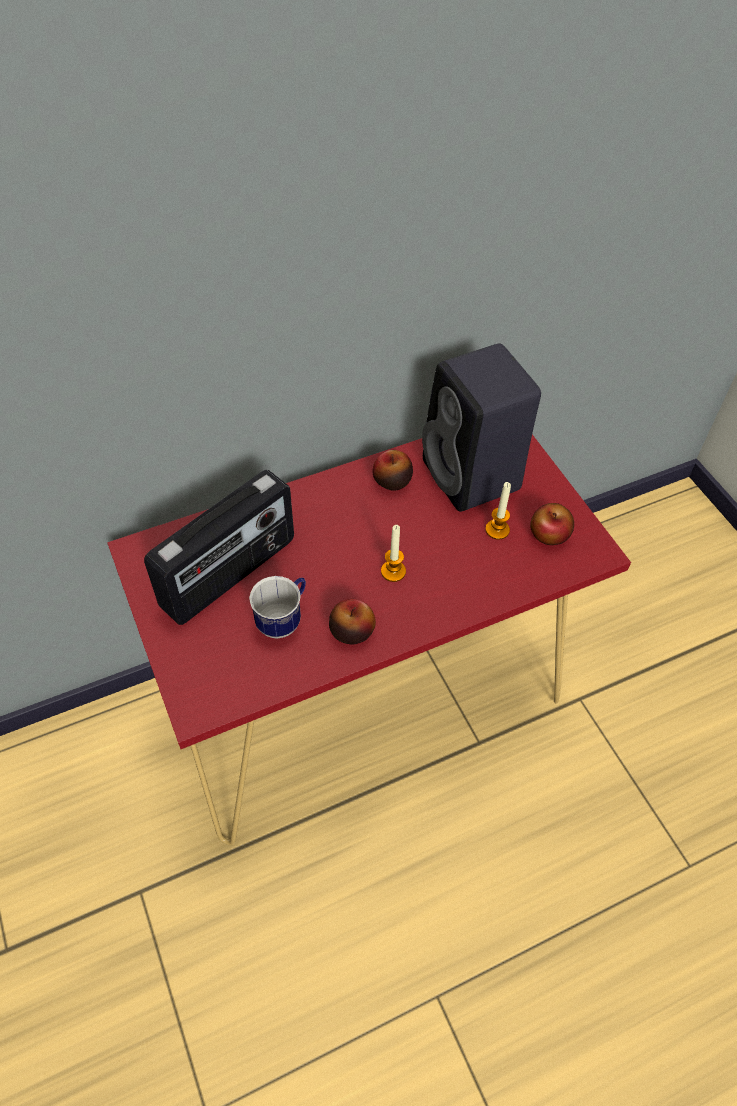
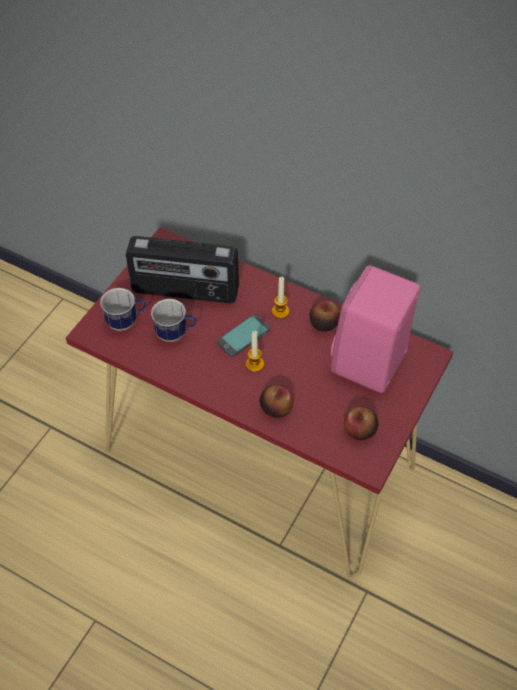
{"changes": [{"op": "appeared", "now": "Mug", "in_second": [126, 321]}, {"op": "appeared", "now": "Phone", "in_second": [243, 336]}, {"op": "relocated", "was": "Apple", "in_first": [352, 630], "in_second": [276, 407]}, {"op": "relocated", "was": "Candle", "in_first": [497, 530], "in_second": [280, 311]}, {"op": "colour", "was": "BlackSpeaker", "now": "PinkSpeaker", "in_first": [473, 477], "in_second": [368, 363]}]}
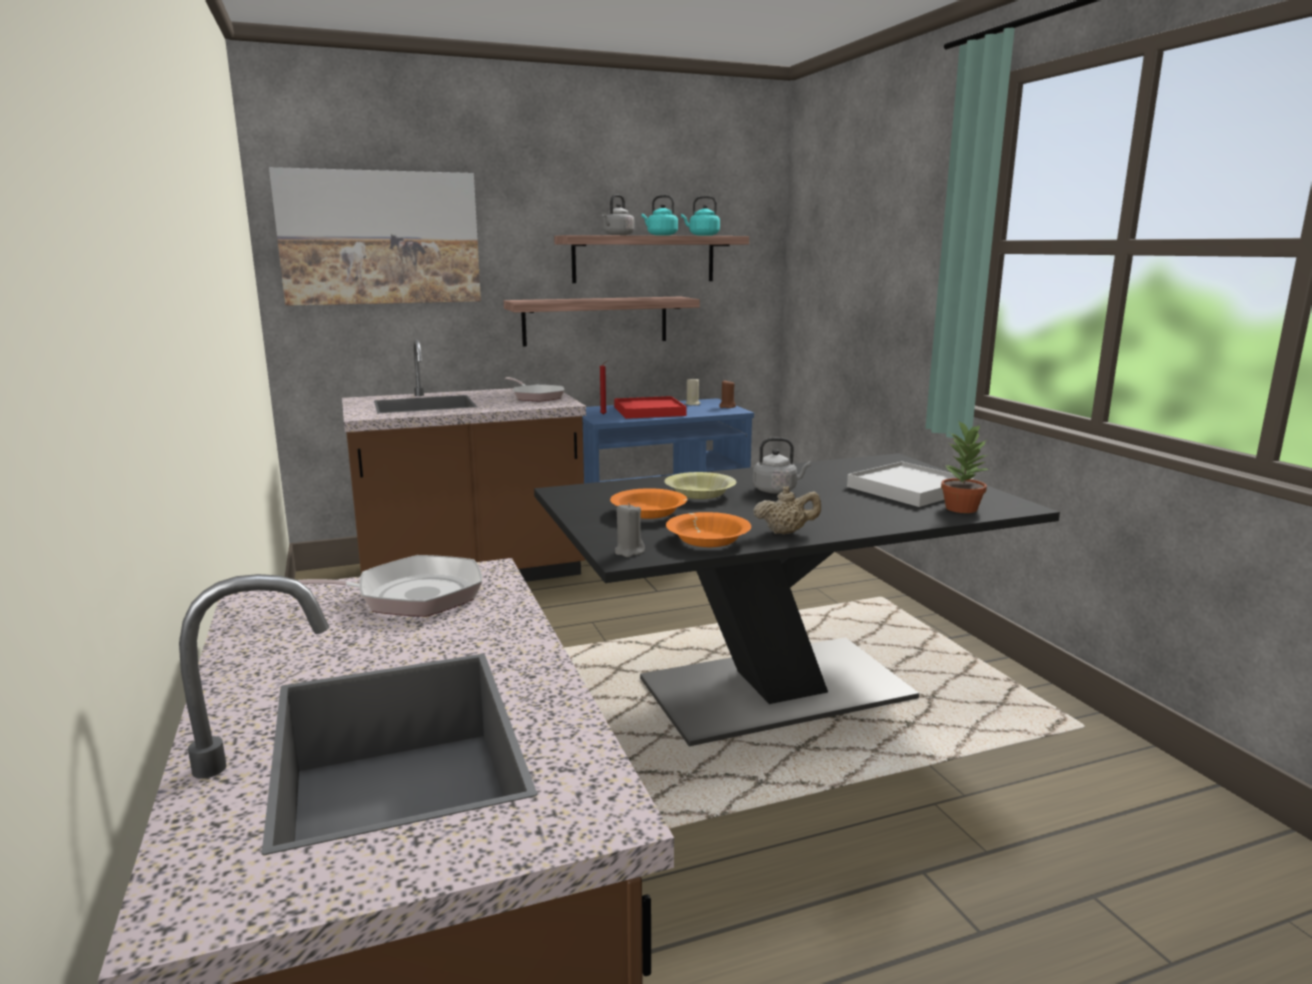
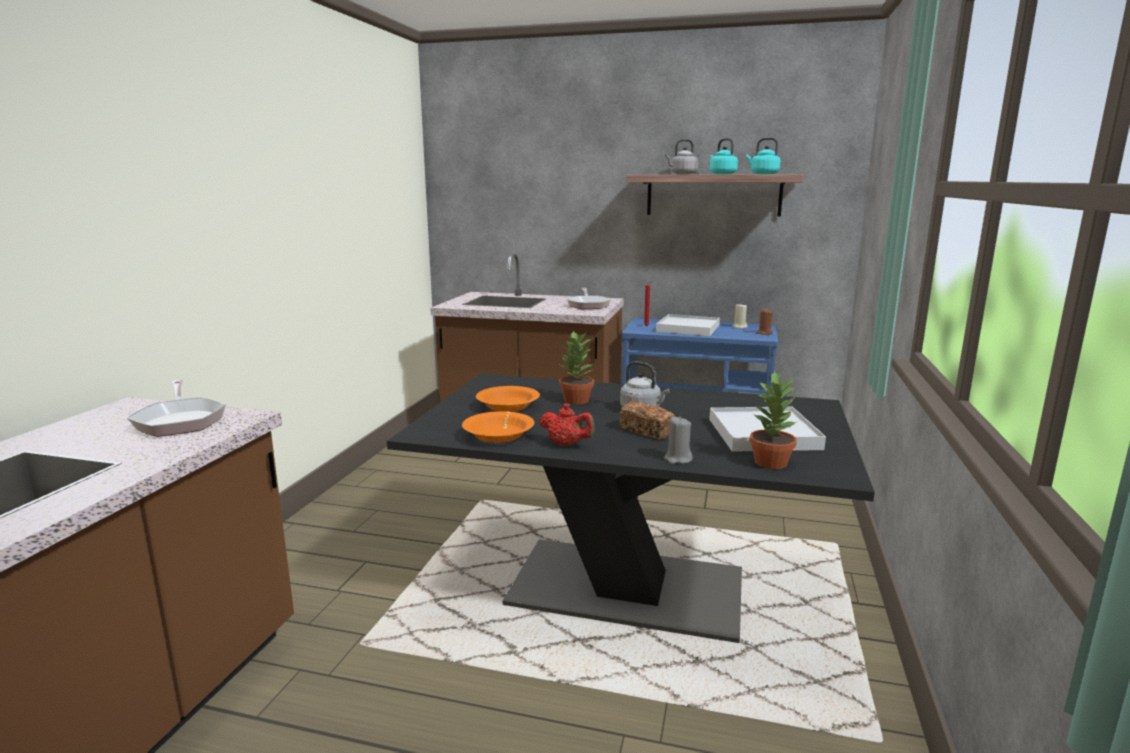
{"changes": [{"op": "missing", "was": "Picture", "in_first": [380, 238]}, {"op": "missing", "was": "Shelf", "in_first": [595, 321]}, {"op": "appeared", "now": "Bread", "in_second": [647, 431]}, {"op": "relocated", "was": "GreyCandle", "in_first": [629, 552], "in_second": [677, 459]}, {"op": "exchanged", "was": "YellowBowl", "now": "PottedPlant", "in_first": [700, 494], "in_second": [576, 400]}, {"op": "colour", "was": "RedTray", "now": "WhiteTray", "in_first": [649, 411], "in_second": [688, 328]}, {"op": "colour", "was": "BeigeTeapot", "now": "RedTeapot", "in_first": [786, 532], "in_second": [567, 444]}, {"op": "spun", "was": "FryingPan", "in_first": [409, 596], "in_second": [180, 421], "clockwise": 45}]}
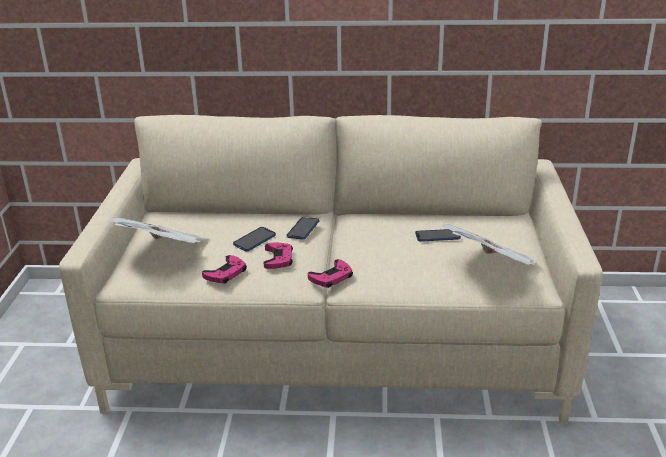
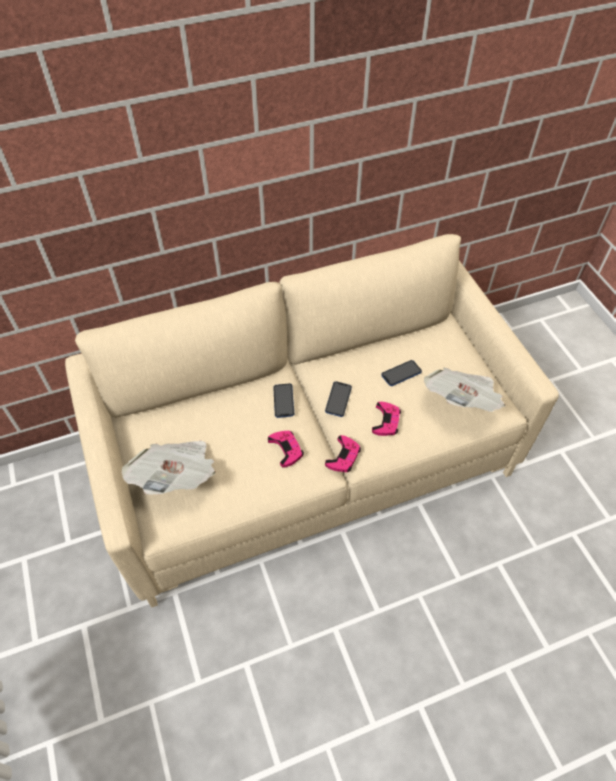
{"changes": [{"op": "relocated", "was": "PinkGameController", "in_first": [226, 273], "in_second": [386, 421]}, {"op": "relocated", "was": "Phone", "in_first": [254, 240], "in_second": [338, 399]}]}
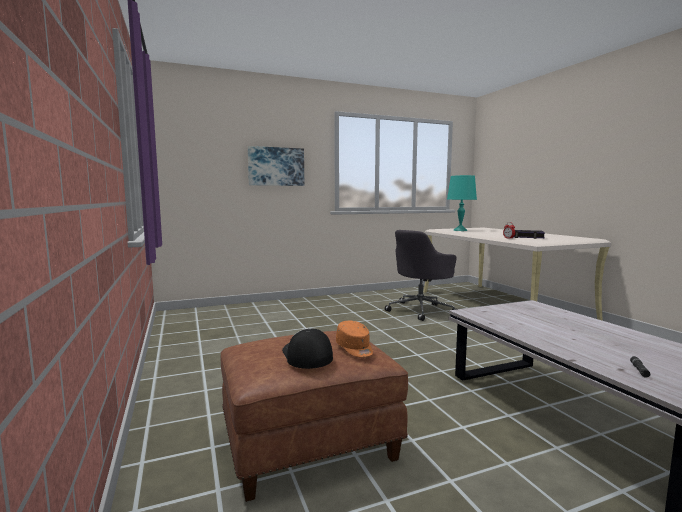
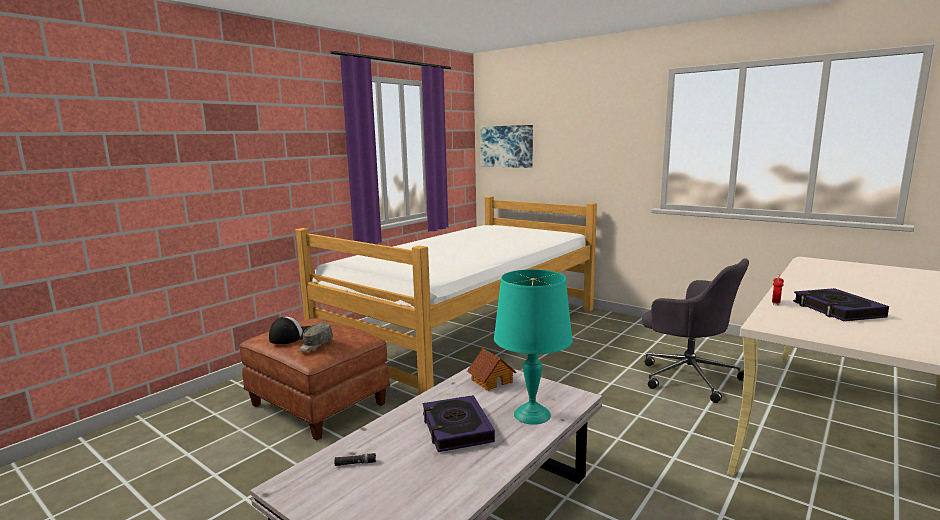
{"changes": [{"op": "appeared", "now": "Bed", "in_second": [468, 332]}, {"op": "appeared", "now": "Book", "in_second": [456, 428]}, {"op": "appeared", "now": "ToyHouse", "in_second": [491, 381]}, {"op": "relocated", "was": "Picture", "in_first": [276, 166], "in_second": [507, 146]}, {"op": "relocated", "was": "TurquoiseTableLamp", "in_first": [460, 230], "in_second": [532, 415]}, {"op": "colour", "was": "OrangeCap", "now": "GreyCap", "in_first": [355, 348], "in_second": [315, 344]}, {"op": "spun", "was": "GreyOfficeChair", "in_first": [421, 310], "in_second": [687, 376], "clockwise": -150}]}
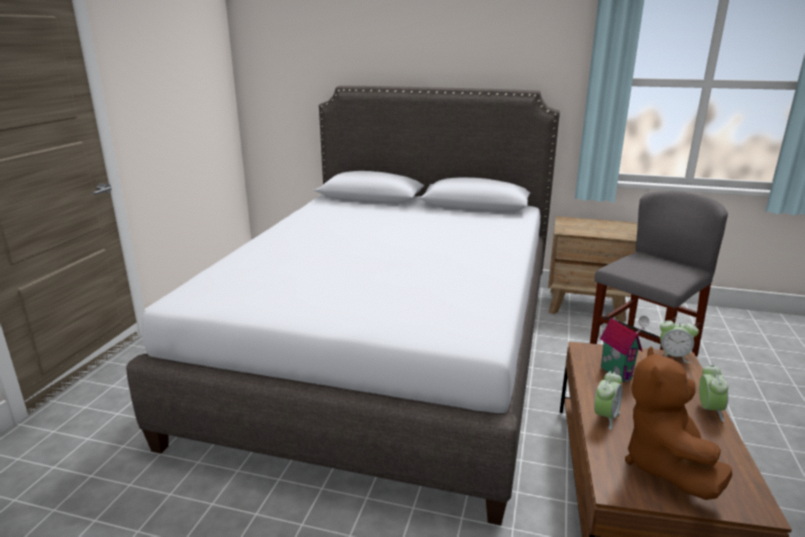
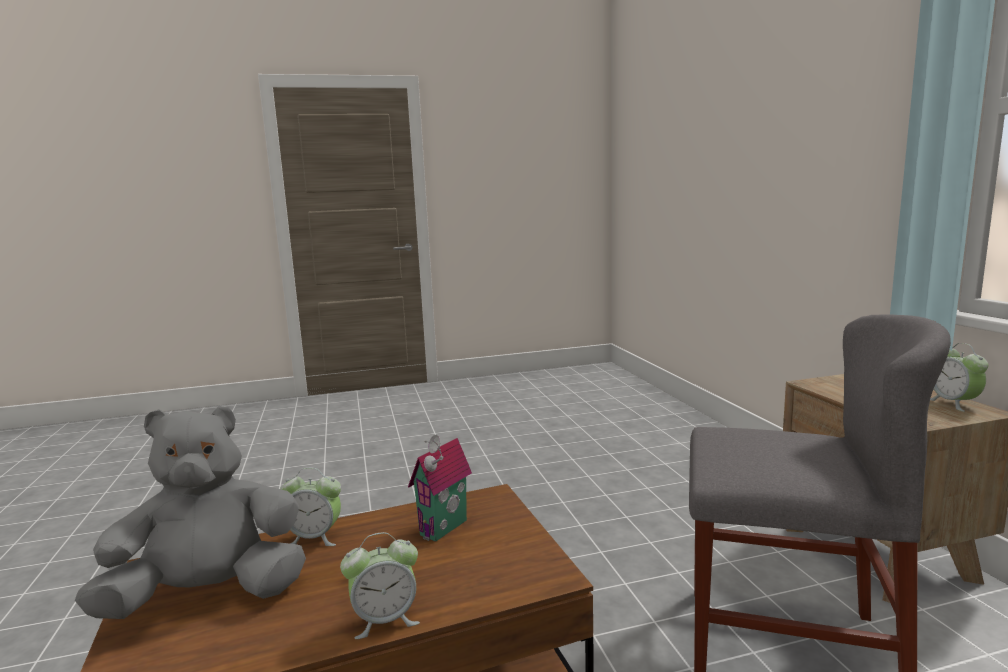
{"changes": [{"op": "missing", "was": "GreyBed", "in_first": [388, 351]}, {"op": "relocated", "was": "AlarmClock", "in_first": [673, 356], "in_second": [954, 403]}, {"op": "colour", "was": "BrownPlushToy", "now": "GreyPlushToy", "in_first": [664, 465], "in_second": [210, 595]}]}
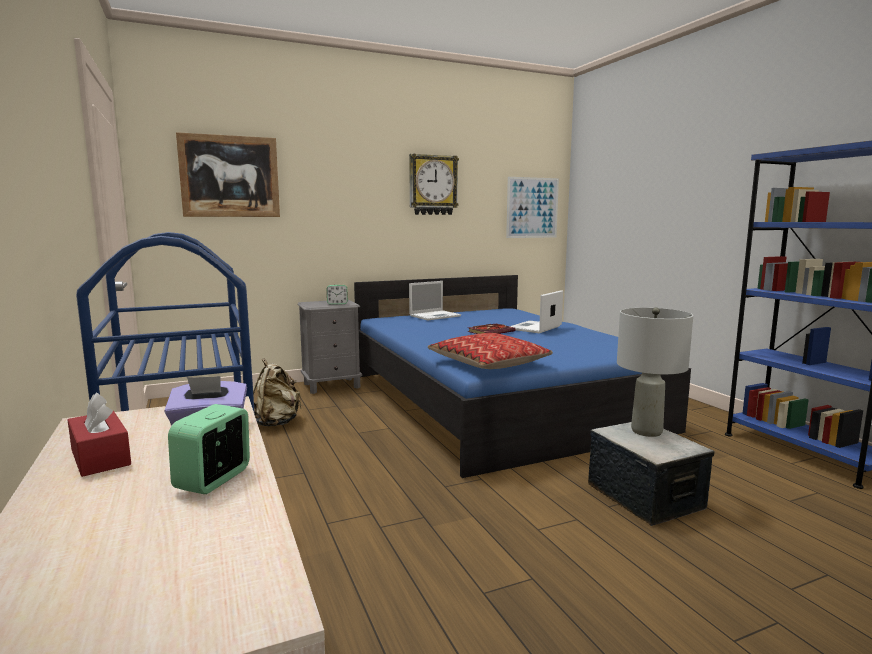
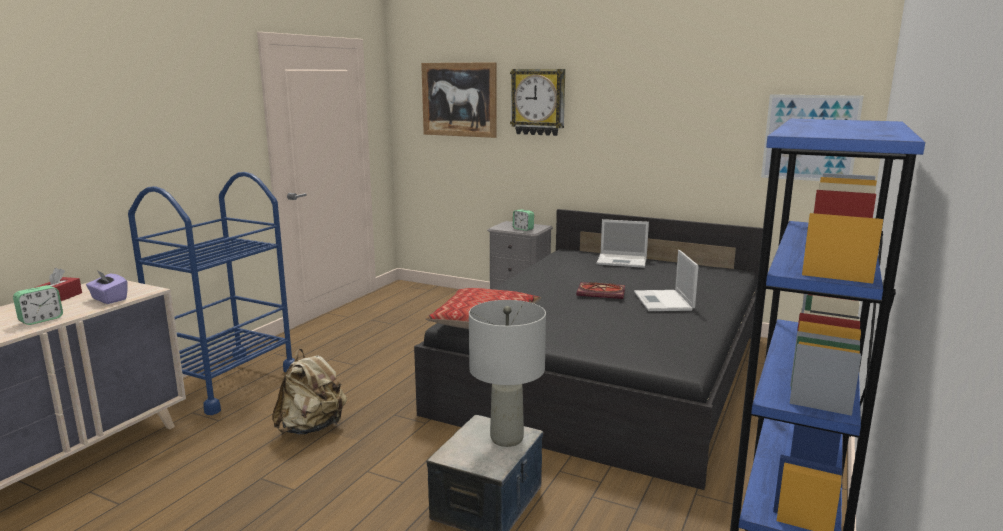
{"changes": [{"op": "relocated", "was": "BeigeBackpack", "in_first": [277, 423], "in_second": [312, 427]}, {"op": "relocated", "was": "WallClock", "in_first": [432, 185], "in_second": [538, 102]}, {"op": "colour", "was": "BlueBed", "now": "BlackBed", "in_first": [495, 400], "in_second": [608, 372]}, {"op": "spun", "was": "AlarmClock", "in_first": [214, 479], "in_second": [41, 320], "clockwise": 150}, {"op": "spun", "was": "Laptop", "in_first": [534, 328], "in_second": [664, 302], "clockwise": -90}]}
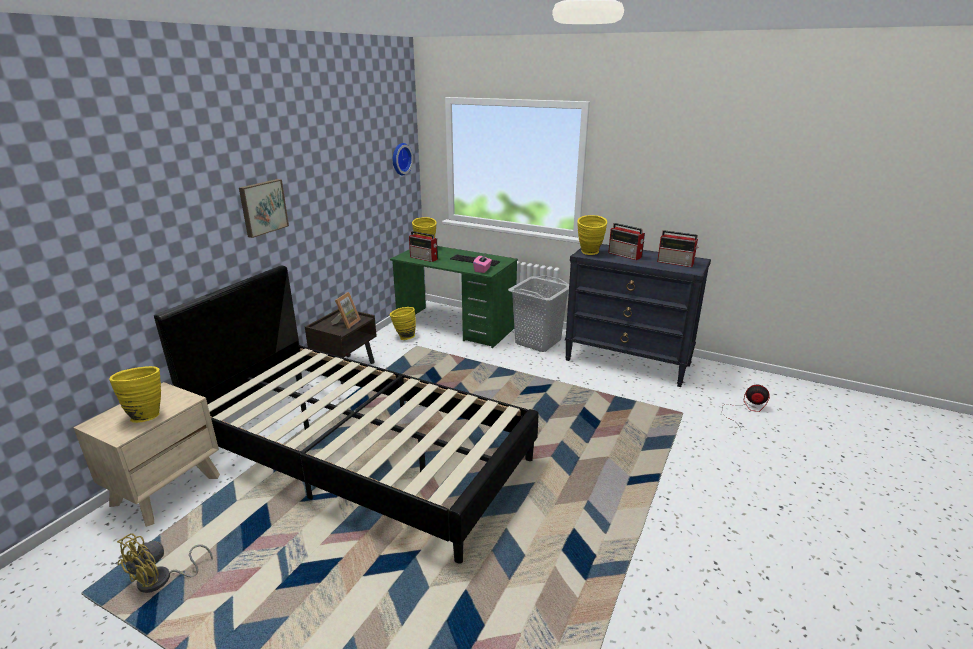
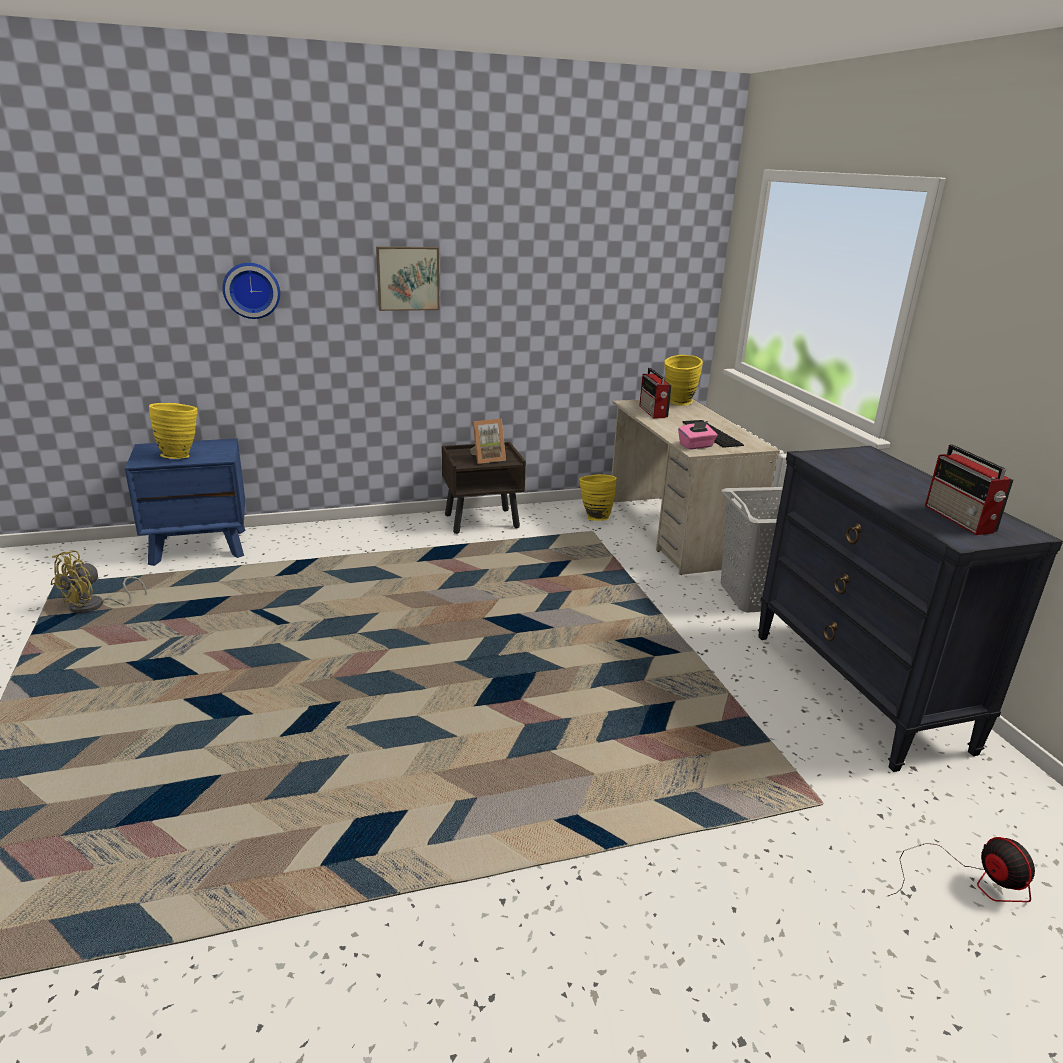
{"changes": [{"op": "missing", "was": "BlackBed", "in_first": [362, 455]}, {"op": "missing", "was": "YellowVase", "in_first": [590, 253]}, {"op": "missing", "was": "Radio", "in_first": [625, 255]}, {"op": "relocated", "was": "WallClock", "in_first": [400, 159], "in_second": [251, 290]}, {"op": "colour", "was": "BeigeNightstand", "now": "BlueNightstand", "in_first": [167, 489], "in_second": [199, 546]}, {"op": "colour", "was": "GreenDesk", "now": "BeigeDesk", "in_first": [456, 327], "in_second": [677, 532]}, {"op": "spun", "was": "YellowFan", "in_first": [162, 580], "in_second": [94, 606], "clockwise": -45}]}
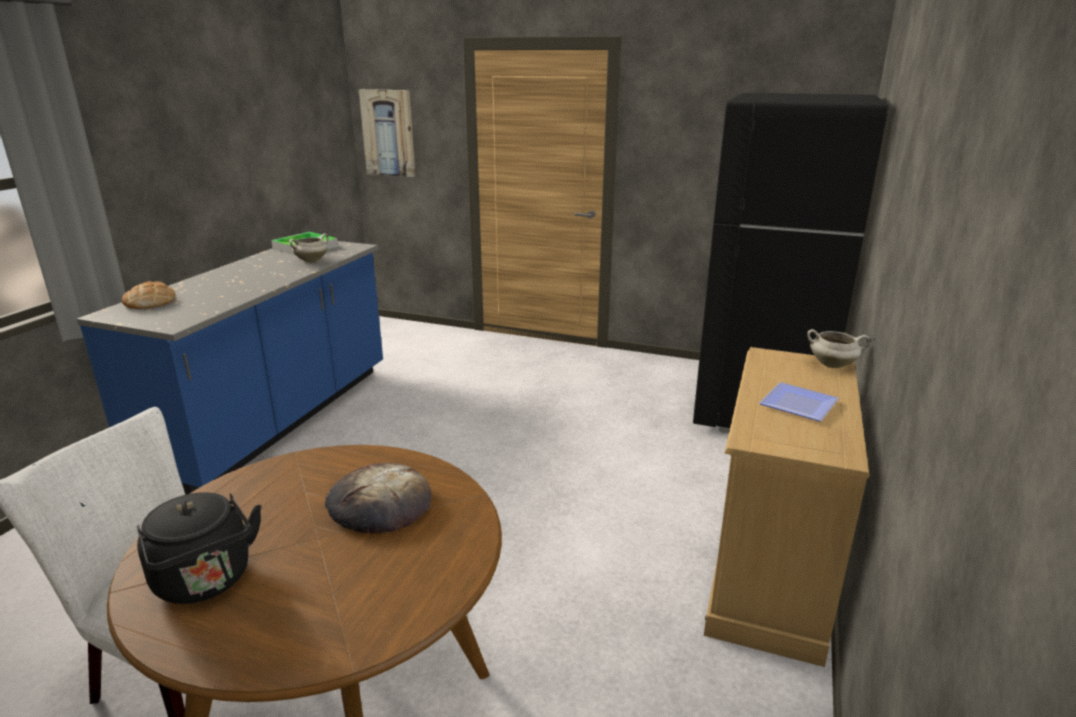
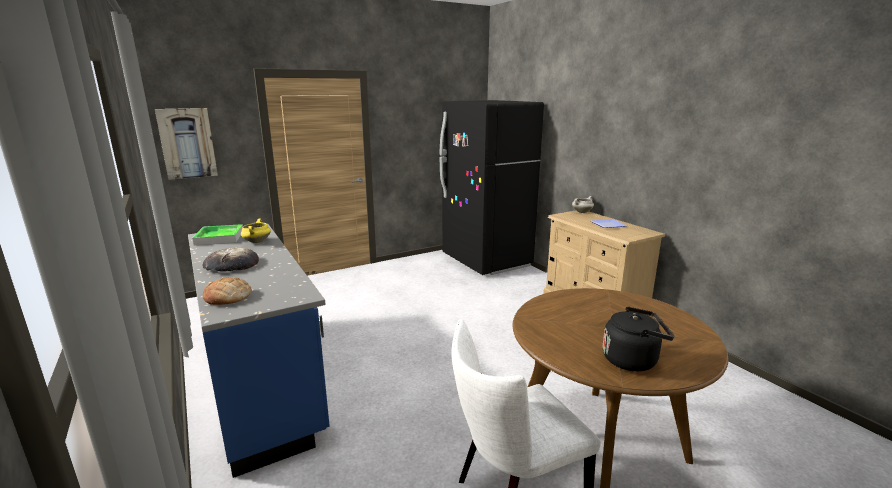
{"changes": [{"op": "relocated", "was": "Bread", "in_first": [379, 504], "in_second": [231, 265]}, {"op": "colour", "was": "WhiteCookingPot", "now": "YellowCookingPot", "in_first": [312, 261], "in_second": [257, 242]}]}
